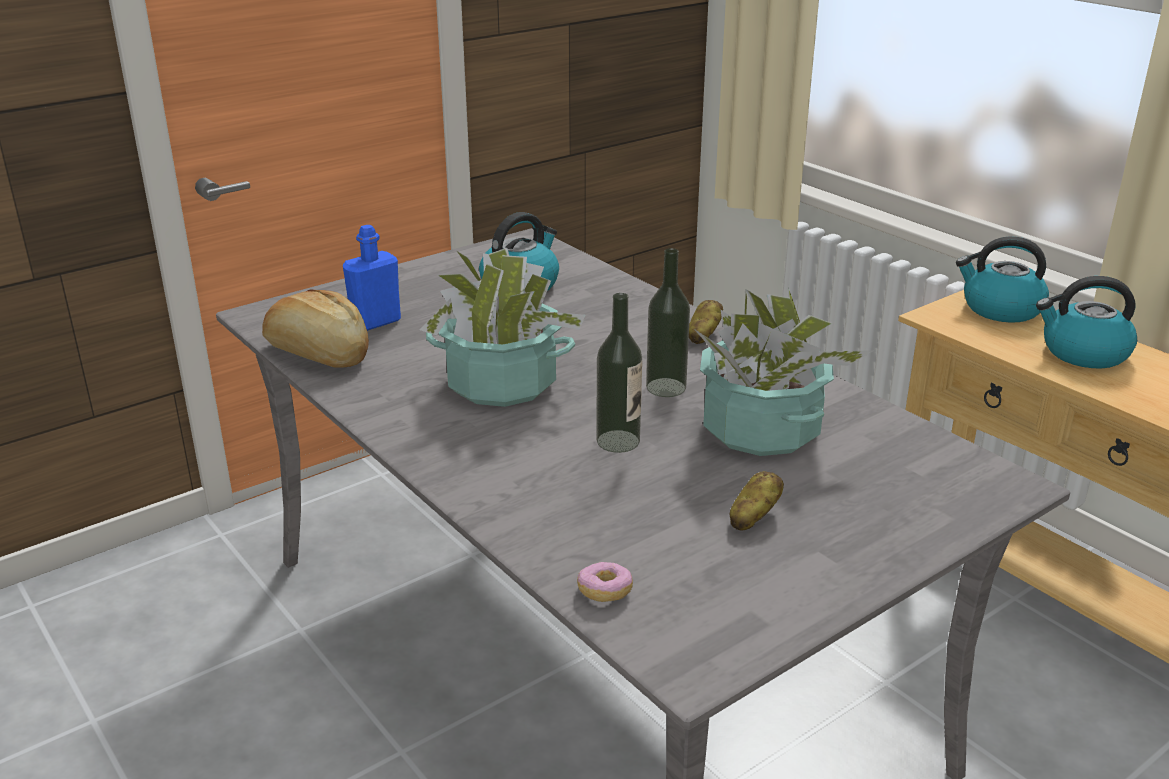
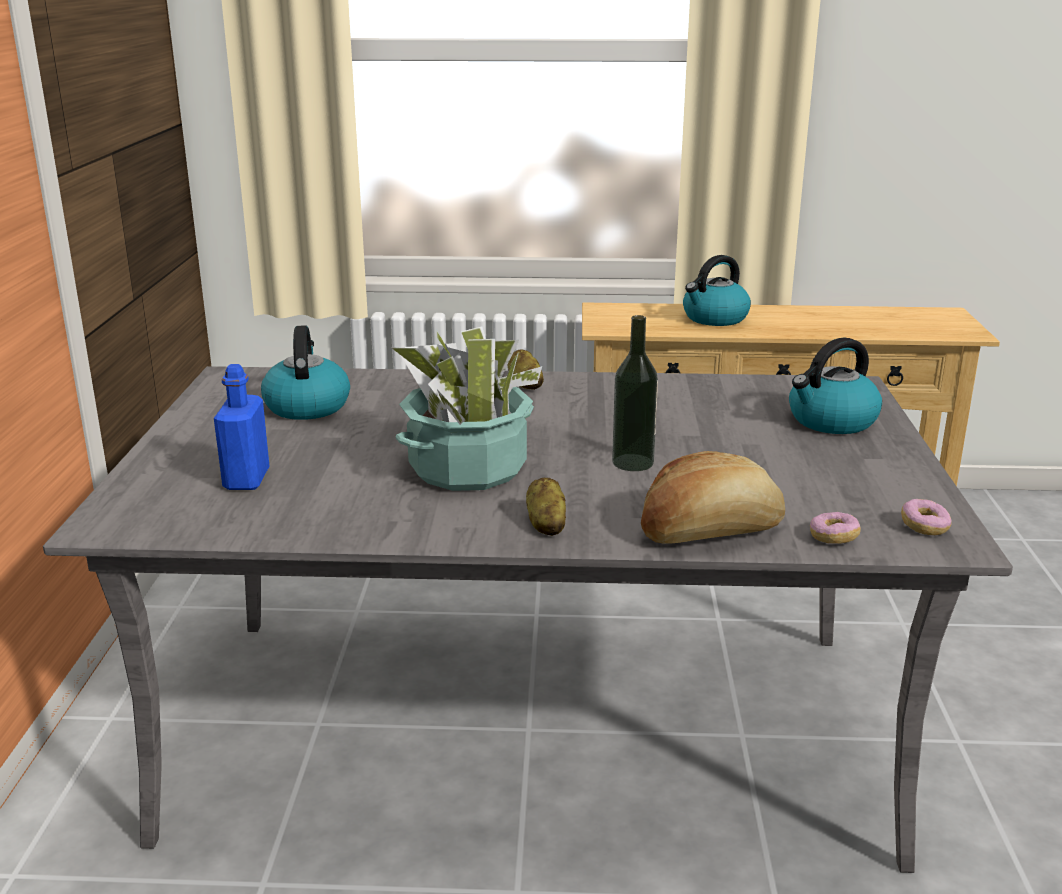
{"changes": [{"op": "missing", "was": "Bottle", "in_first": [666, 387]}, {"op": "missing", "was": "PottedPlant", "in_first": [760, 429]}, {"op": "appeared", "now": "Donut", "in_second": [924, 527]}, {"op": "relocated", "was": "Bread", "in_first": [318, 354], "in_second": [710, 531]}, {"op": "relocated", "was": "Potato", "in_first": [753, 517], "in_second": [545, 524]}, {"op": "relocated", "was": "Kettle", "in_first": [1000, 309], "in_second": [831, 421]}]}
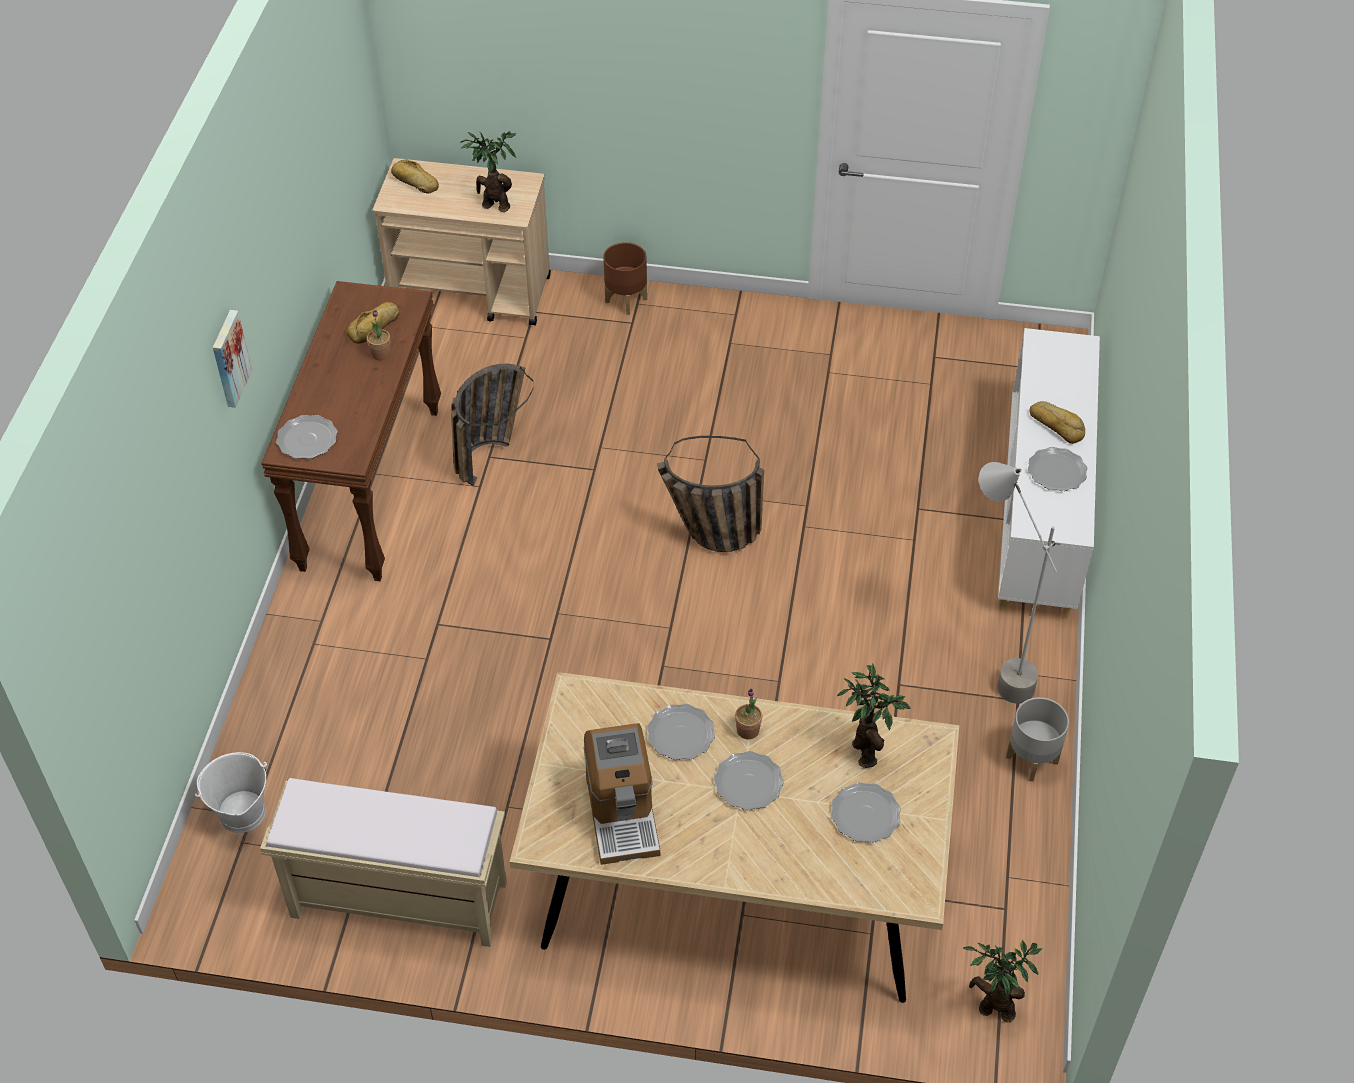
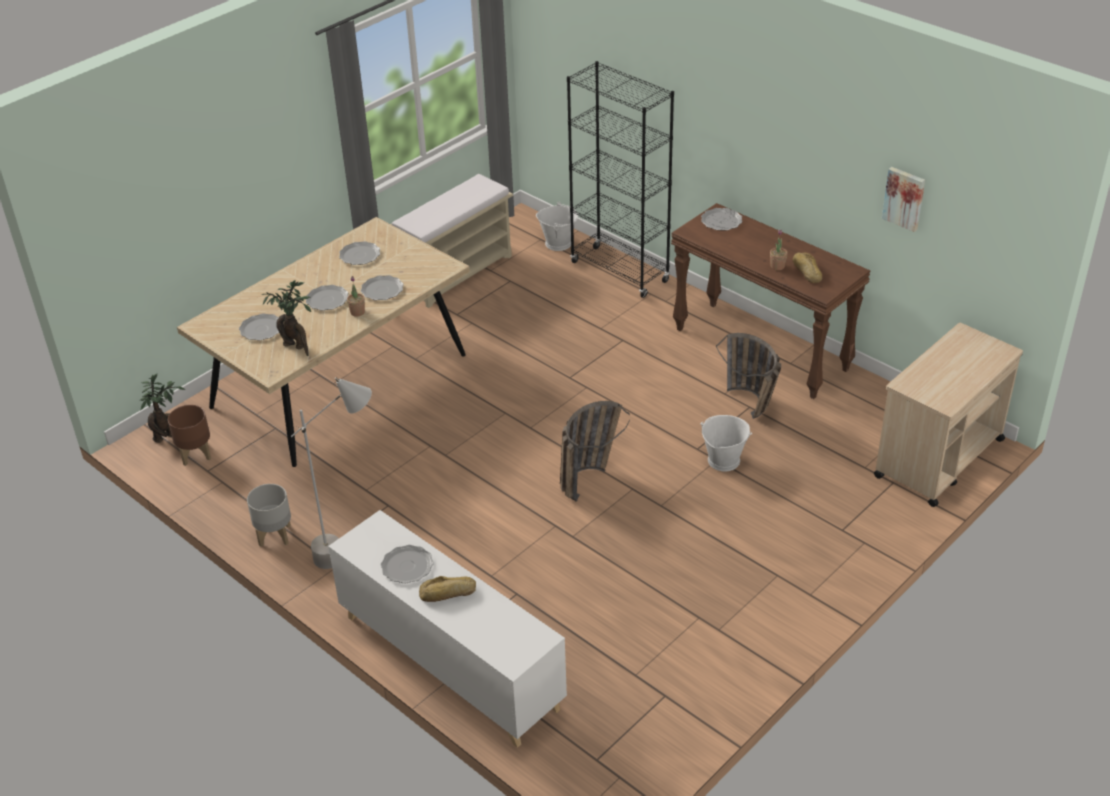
{"changes": [{"op": "missing", "was": "Bread", "in_first": [414, 182]}, {"op": "missing", "was": "PottedPlant", "in_first": [493, 204]}, {"op": "appeared", "now": "BlackBookcase", "in_second": [620, 272]}, {"op": "appeared", "now": "WhiteBucket", "in_second": [723, 460]}, {"op": "relocated", "was": "Picture", "in_first": [228, 358], "in_second": [904, 198]}, {"op": "relocated", "was": "BrownPlanter", "in_first": [625, 300], "in_second": [196, 454]}, {"op": "exchanged", "was": "CoffeeMachine", "now": "Plate", "in_first": [622, 814], "in_second": [360, 255]}]}
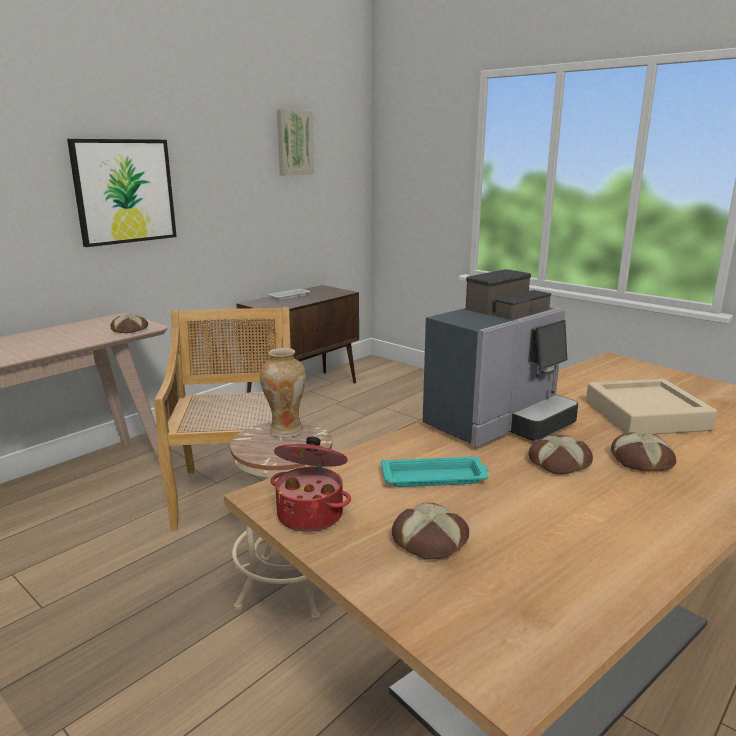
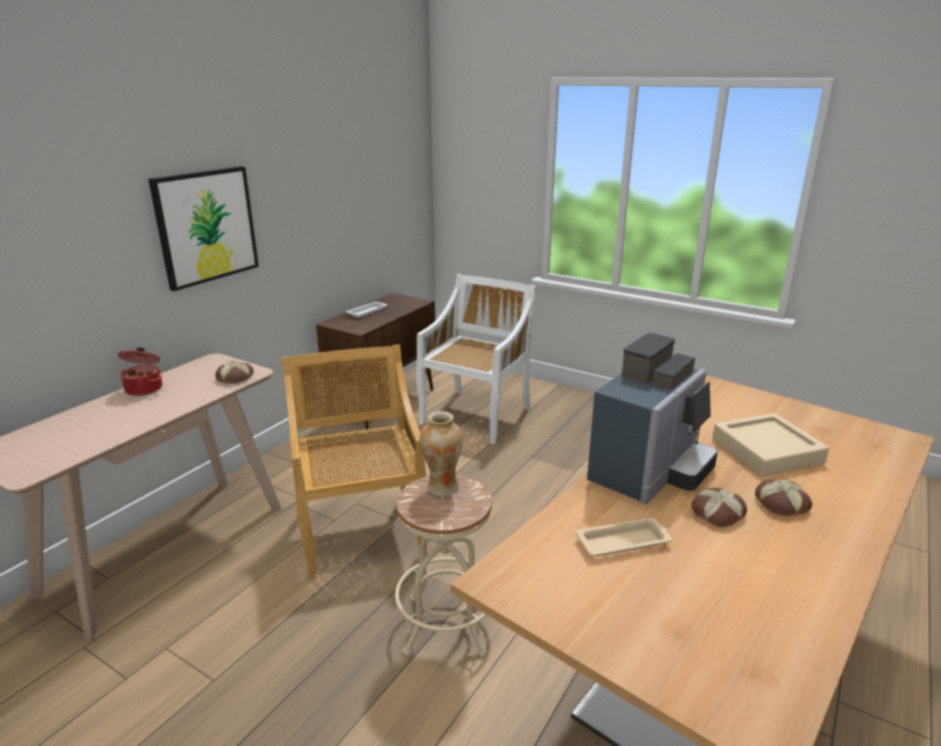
{"changes": [{"op": "missing", "was": "Picture", "in_first": [294, 143]}, {"op": "missing", "was": "Bread", "in_first": [431, 541]}, {"op": "appeared", "now": "WhiteChair", "in_second": [476, 415]}, {"op": "relocated", "was": "CookingPot", "in_first": [311, 514], "in_second": [145, 388]}, {"op": "colour", "was": "TurquoiseTray", "now": "BeigeTray", "in_first": [435, 477], "in_second": [624, 542]}]}
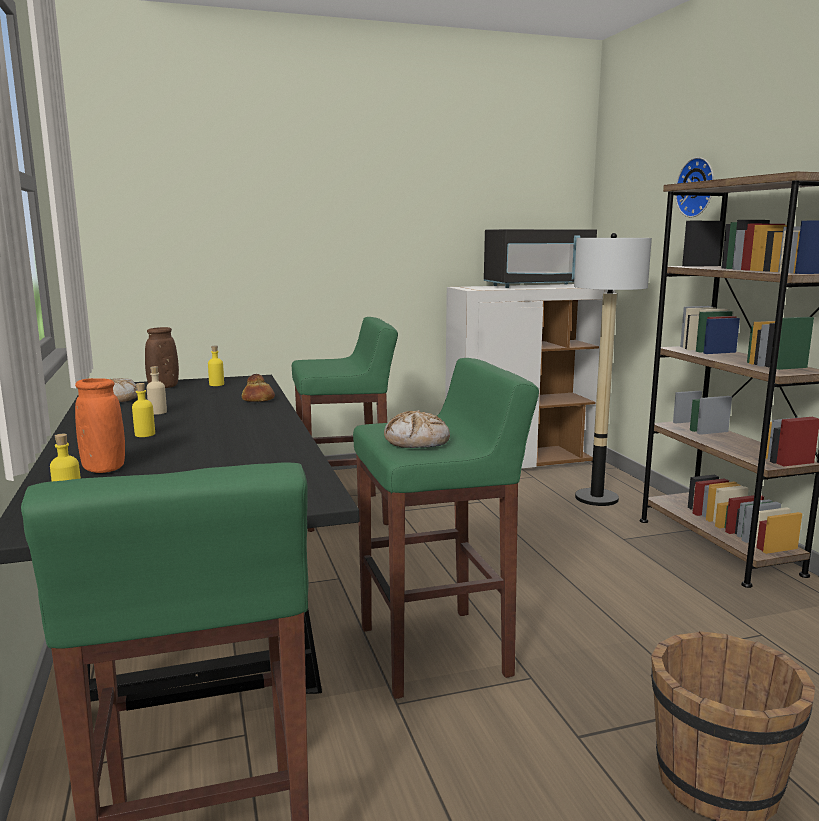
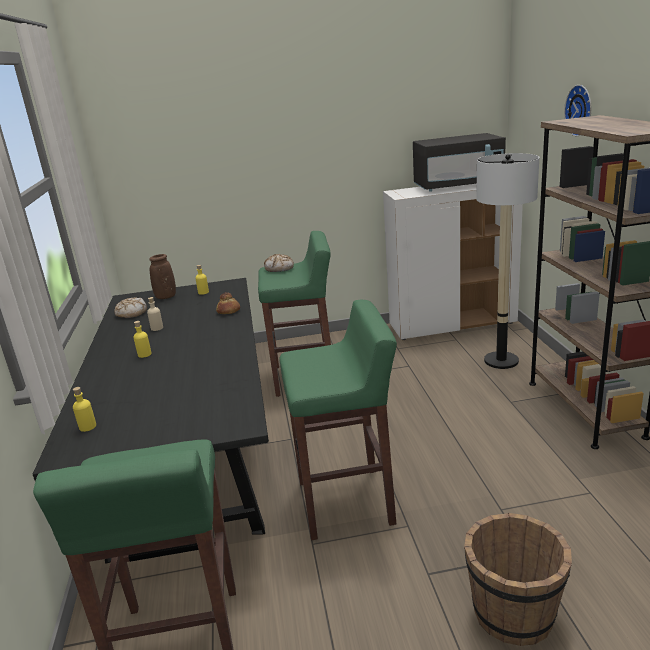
{"changes": [{"op": "missing", "was": "OrangeVase", "in_first": [104, 469]}, {"op": "relocated", "was": "Bread", "in_first": [417, 442], "in_second": [279, 268]}]}
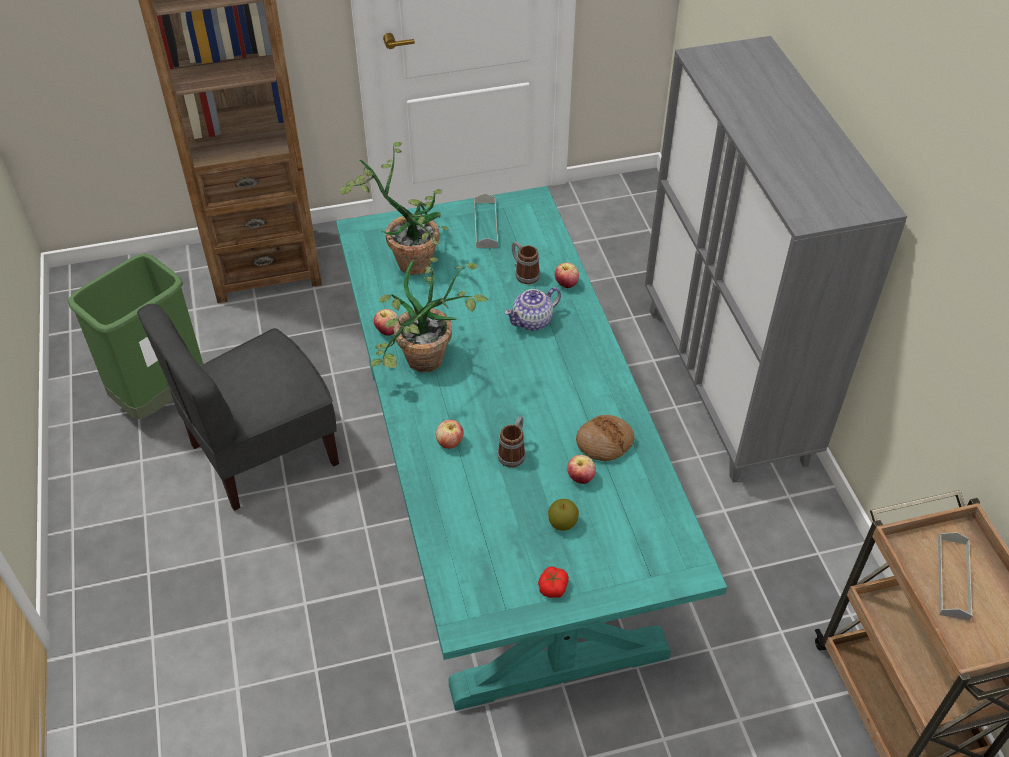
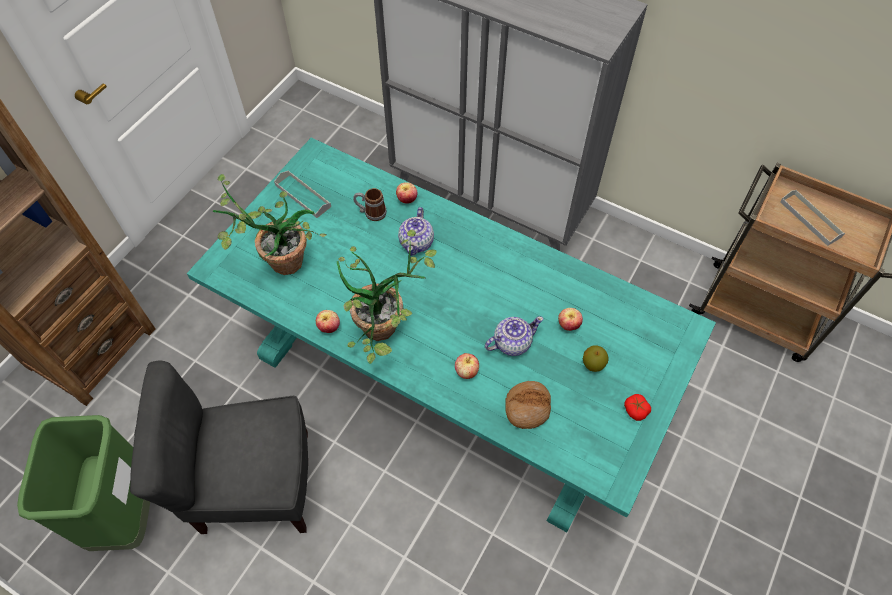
{"changes": [{"op": "relocated", "was": "Bread", "in_first": [604, 442], "in_second": [527, 407]}, {"op": "exchanged", "was": "Mug", "now": "Teapot", "in_first": [513, 452], "in_second": [511, 343]}, {"op": "spun", "was": "GreyChair", "in_first": [262, 453], "in_second": [255, 485], "clockwise": 75}]}
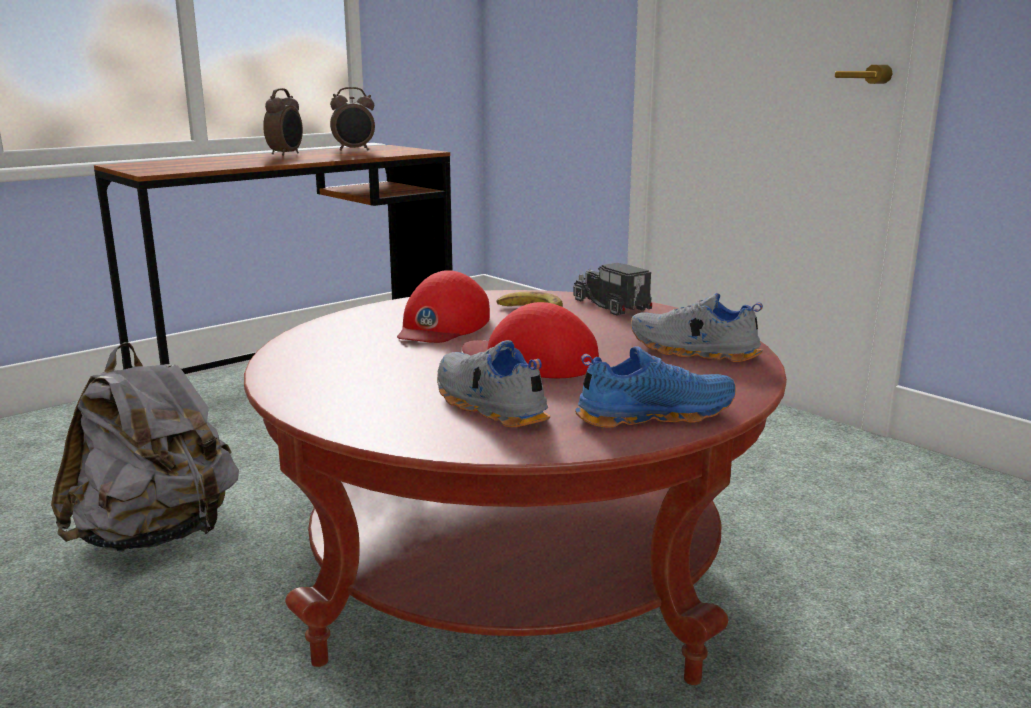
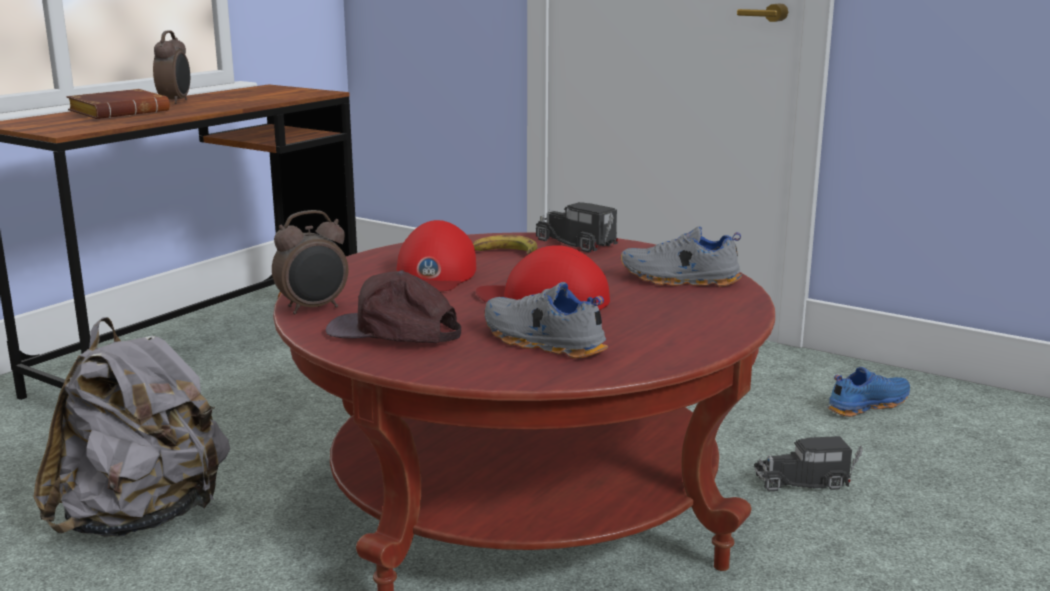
{"changes": [{"op": "appeared", "now": "BrownBook", "in_second": [120, 113]}, {"op": "appeared", "now": "BrownCap", "in_second": [394, 332]}, {"op": "appeared", "now": "ToyTruck", "in_second": [806, 482]}, {"op": "relocated", "was": "AlarmClock", "in_first": [354, 150], "in_second": [314, 308]}, {"op": "relocated", "was": "BlueShoe", "in_first": [653, 415], "in_second": [866, 405]}]}
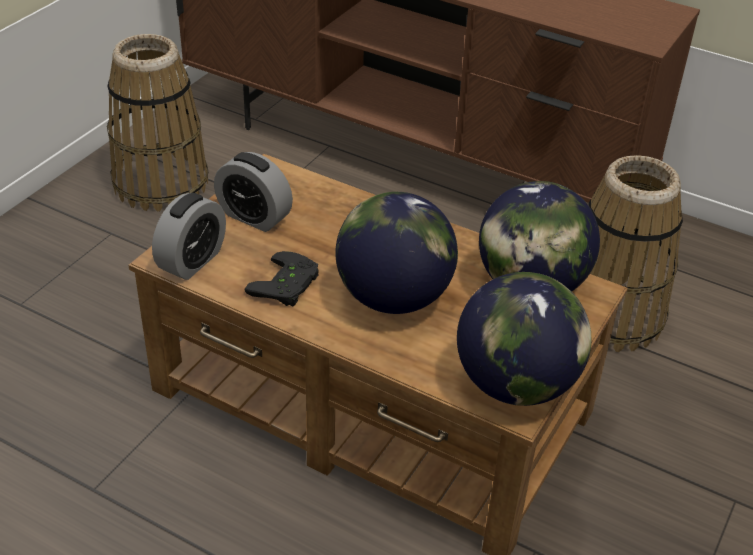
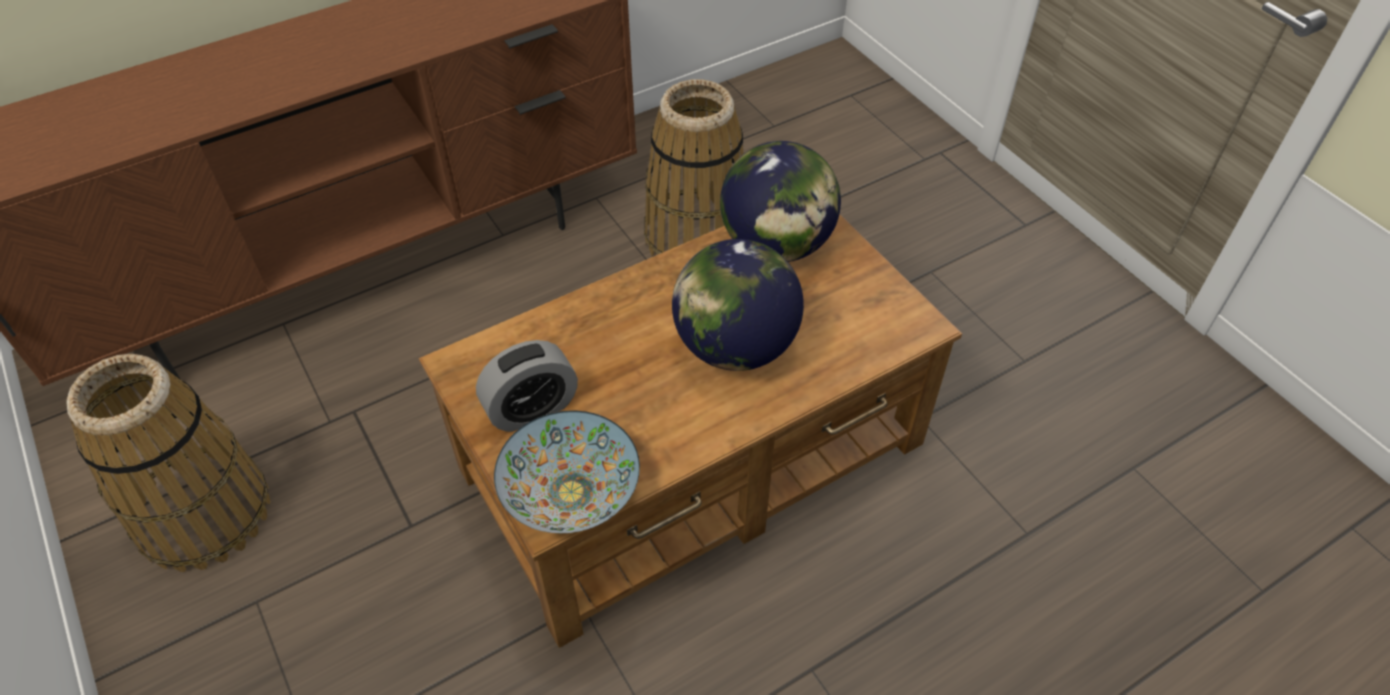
{"changes": [{"op": "missing", "was": "BlackGameController", "in_first": [288, 285]}, {"op": "missing", "was": "Globe", "in_first": [515, 385]}, {"op": "exchanged", "was": "AlarmClock", "now": "Bowl", "in_first": [192, 261], "in_second": [570, 492]}]}
